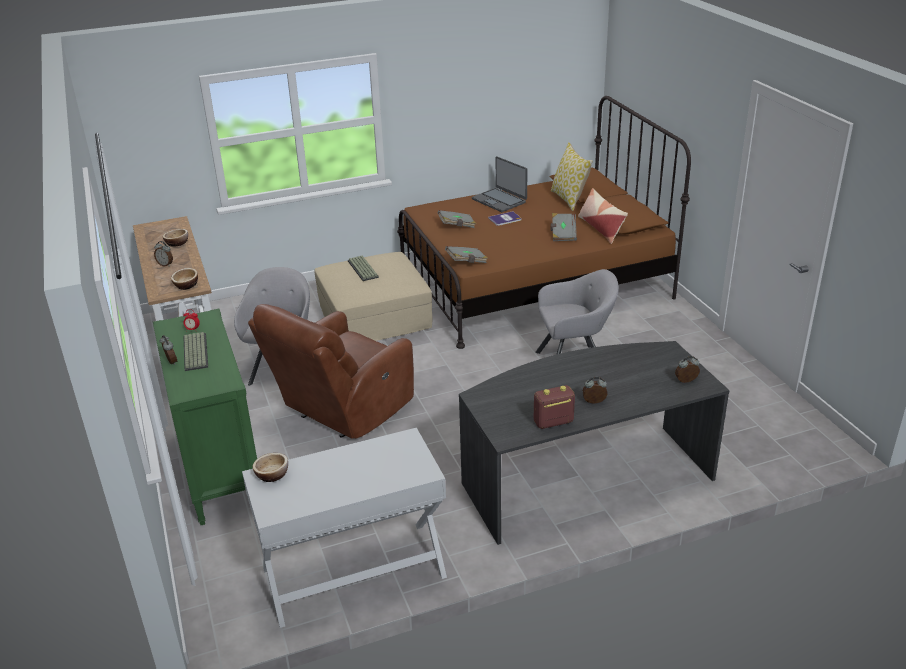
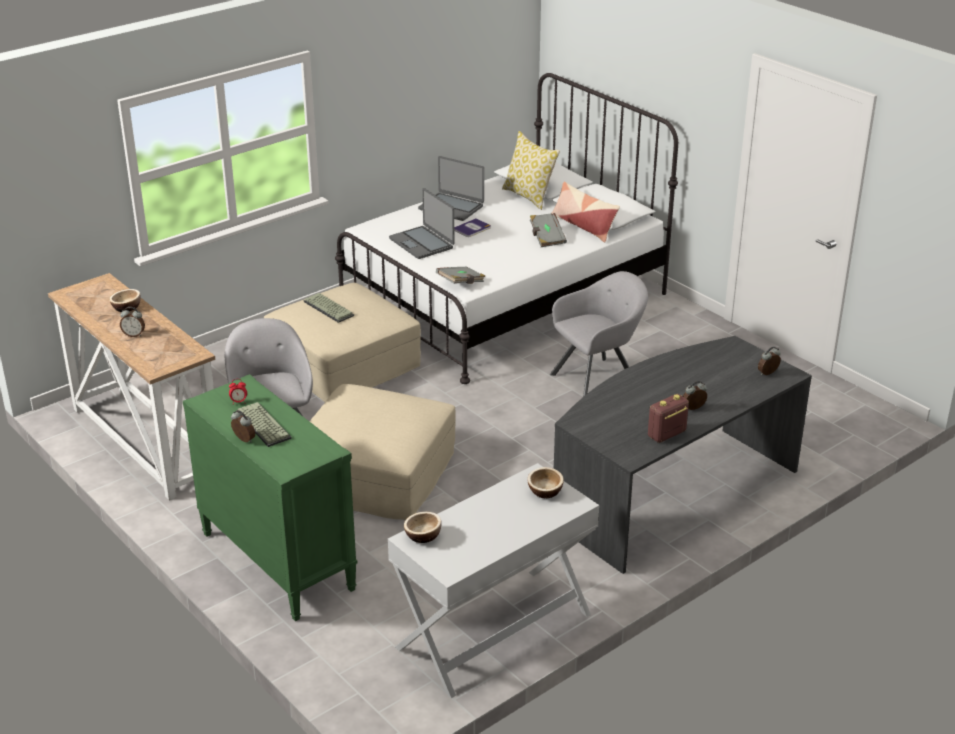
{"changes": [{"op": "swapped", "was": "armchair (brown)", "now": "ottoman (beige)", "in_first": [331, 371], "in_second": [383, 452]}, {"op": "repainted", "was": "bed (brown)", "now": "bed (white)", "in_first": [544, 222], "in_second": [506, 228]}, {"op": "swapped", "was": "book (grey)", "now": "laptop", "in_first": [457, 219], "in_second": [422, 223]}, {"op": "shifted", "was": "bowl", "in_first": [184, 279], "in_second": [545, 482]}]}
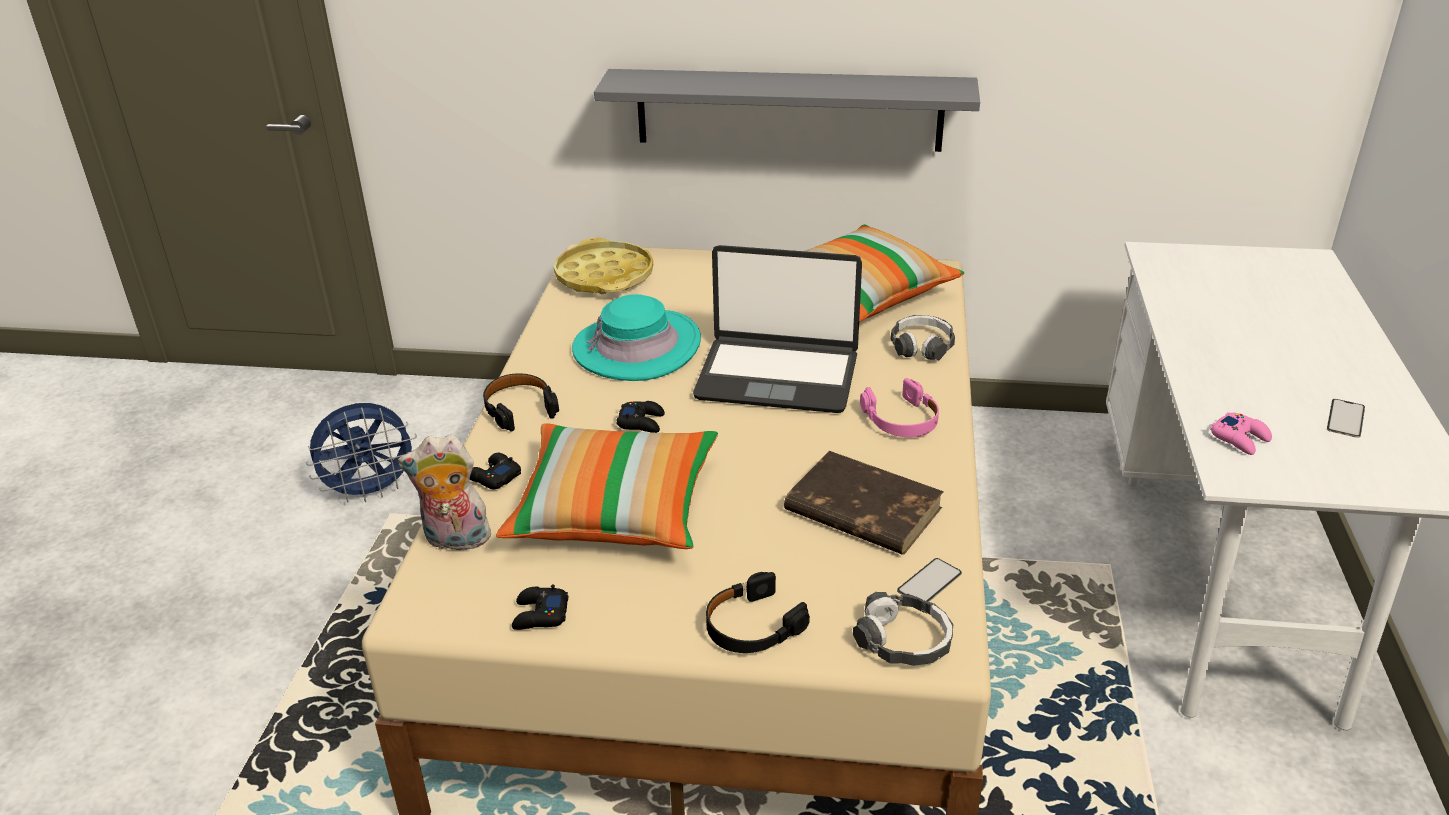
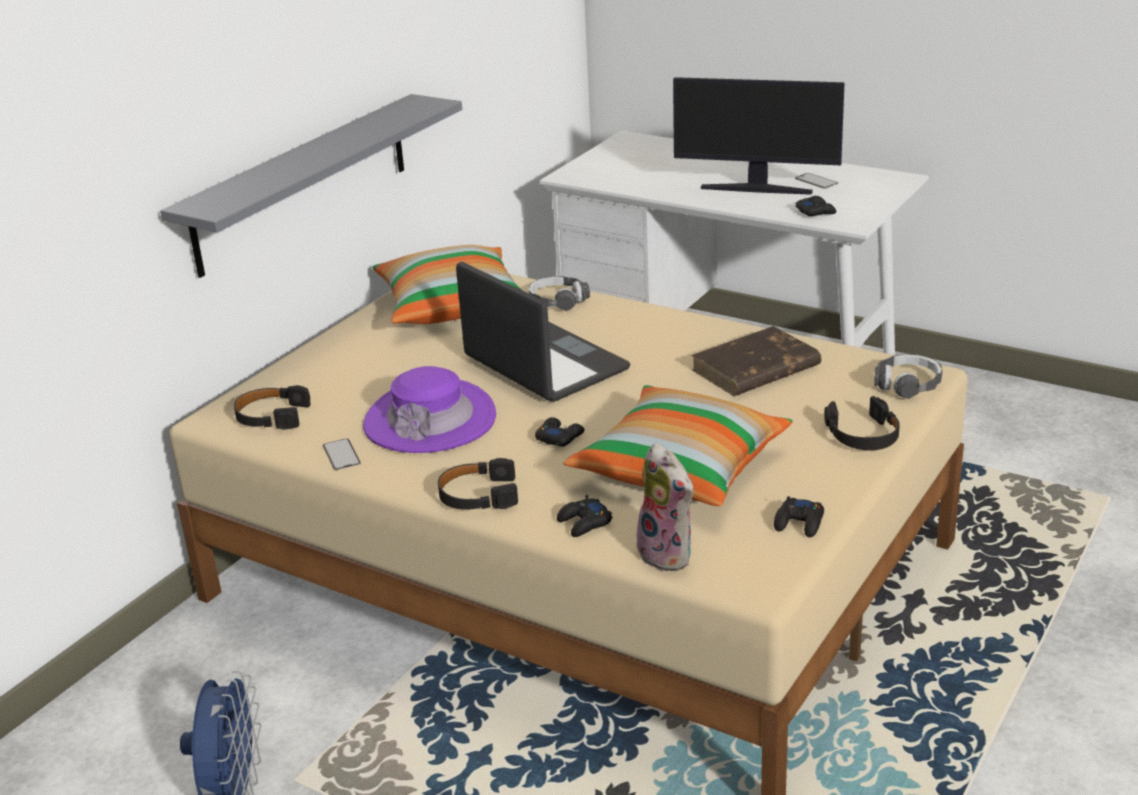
{"changes": [{"op": "swapped", "was": "tray (yellow)", "now": "headphones (black)", "in_first": [603, 266], "in_second": [272, 407]}, {"op": "shifted", "was": "phone", "in_first": [929, 580], "in_second": [342, 454]}, {"op": "repainted", "was": "hat (turquoise)", "now": "hat (purple)", "in_first": [636, 337], "in_second": [429, 409]}, {"op": "rotated", "was": "laptop", "in_first": [777, 329], "in_second": [543, 332], "clockwise": -75}, {"op": "rotated", "was": "plush toy", "in_first": [447, 492], "in_second": [663, 507], "clockwise": -60}, {"op": "new", "now": "monitor", "in_second": [759, 136]}, {"op": "repainted", "was": "game controller (pink)", "now": "game controller (black)", "in_first": [1241, 433], "in_second": [815, 206]}, {"op": "gone", "was": "headphones (pink)", "in_first": [899, 407]}]}
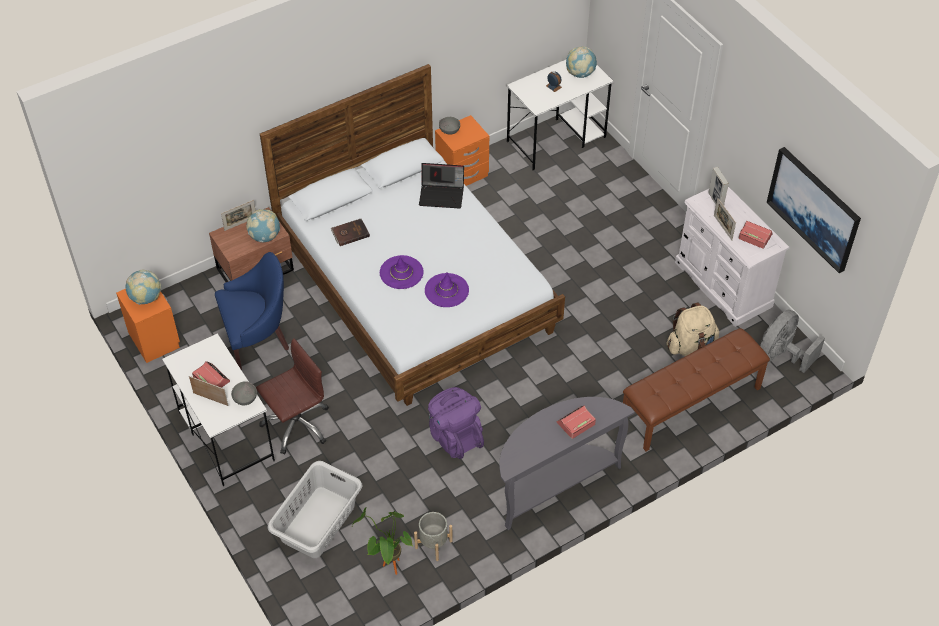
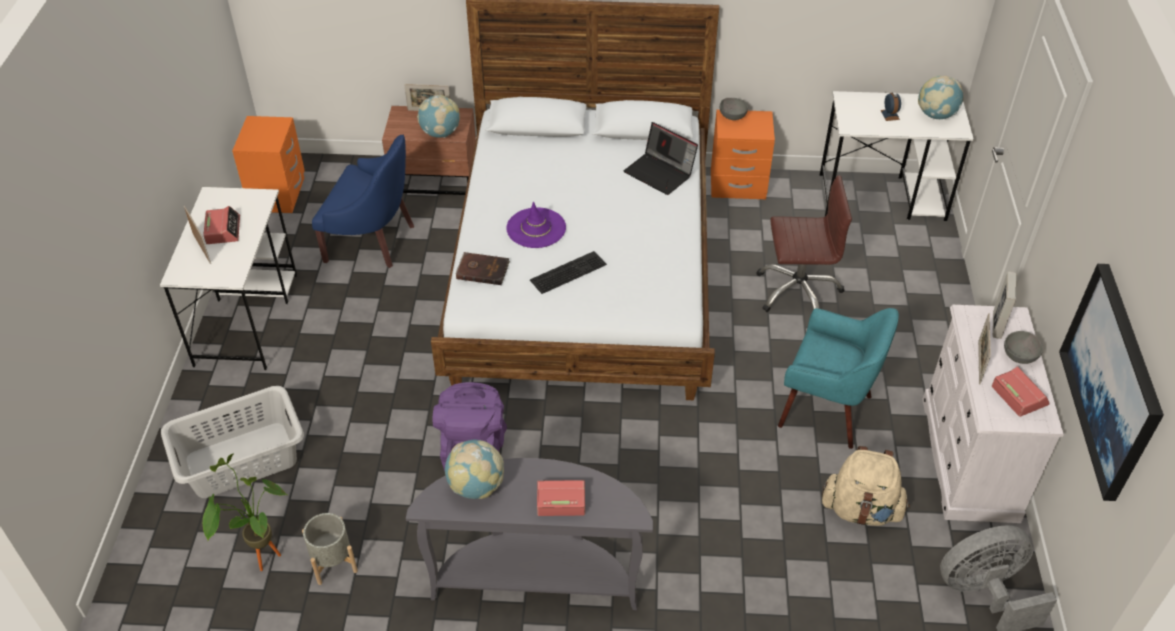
{"changes": [{"op": "shifted", "was": "globe", "in_first": [143, 287], "in_second": [474, 469]}, {"op": "shifted", "was": "book (brown)", "in_first": [350, 232], "in_second": [483, 268]}, {"op": "swapped", "was": "hat (purple)", "now": "keyboard", "in_first": [447, 289], "in_second": [568, 272]}, {"op": "shifted", "was": "office chair (brown)", "in_first": [292, 396], "in_second": [804, 243]}, {"op": "new", "now": "armchair (turquoise)", "in_second": [838, 378]}, {"op": "shifted", "was": "bowl (grey)", "in_first": [244, 393], "in_second": [1023, 347]}, {"op": "gone", "was": "bench (brown)", "in_first": [696, 389]}]}
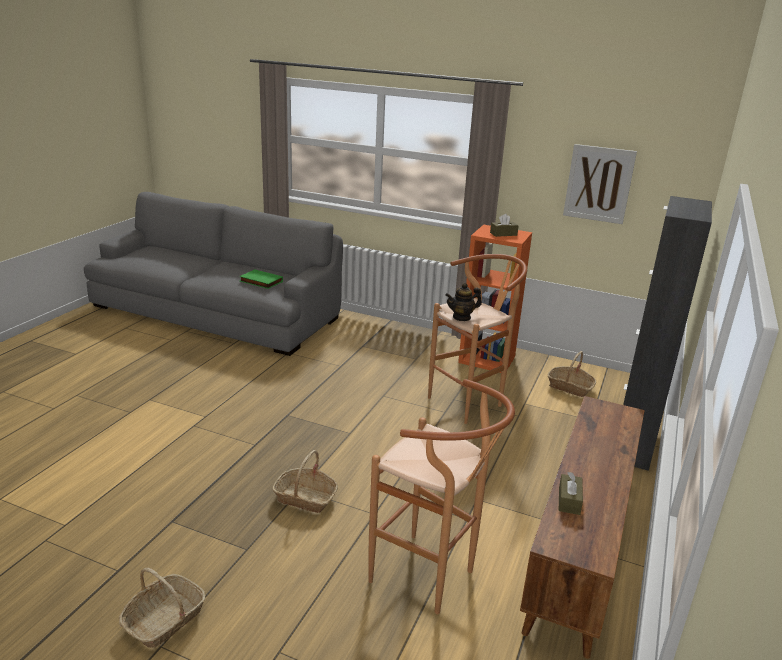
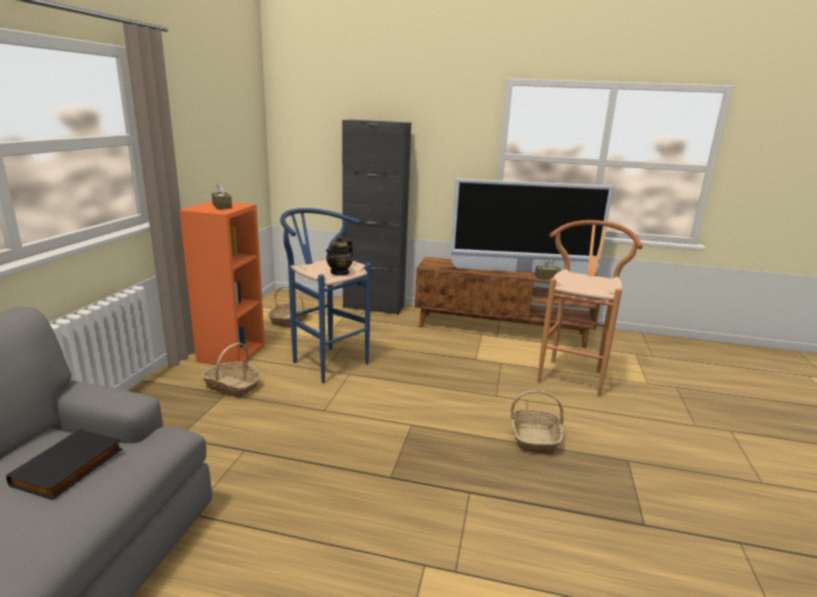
{"changes": [{"op": "repainted", "was": "book (green)", "now": "book (black)", "in_first": [261, 279], "in_second": [64, 464]}, {"op": "shifted", "was": "basket", "in_first": [162, 608], "in_second": [231, 370]}, {"op": "repainted", "was": "stool (brown)", "now": "stool (blue)", "in_first": [477, 339], "in_second": [325, 295]}, {"op": "rotated", "was": "teapot", "in_first": [463, 302], "in_second": [339, 255], "clockwise": 60}, {"op": "new", "now": "television", "in_second": [532, 226]}, {"op": "gone", "was": "picture", "in_first": [600, 184]}]}
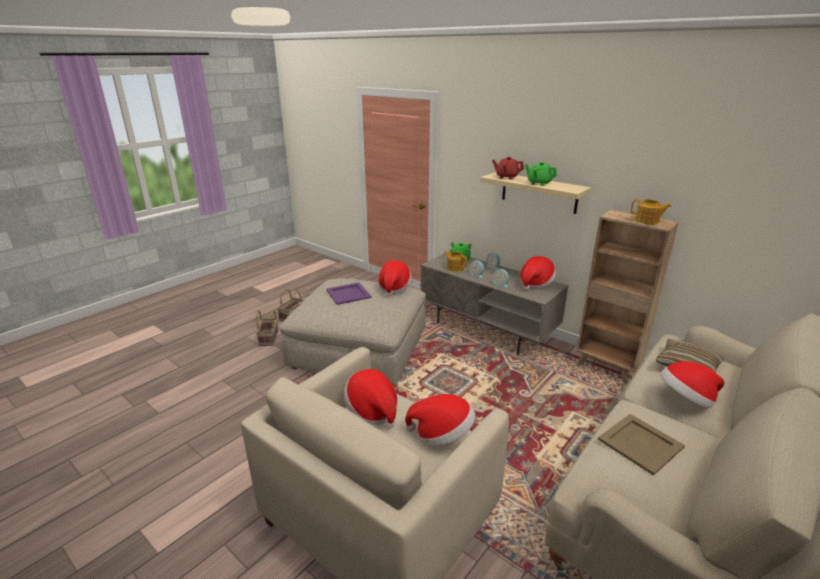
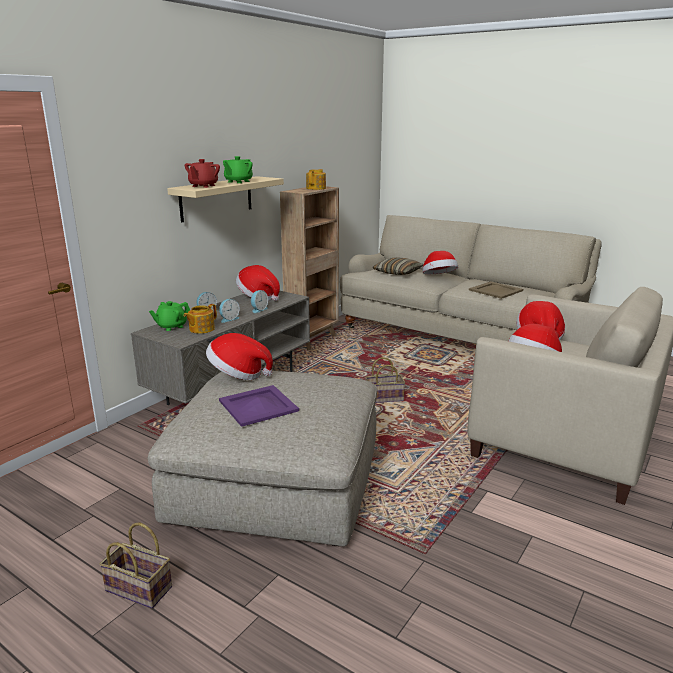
{"changes": [{"op": "shifted", "was": "basket", "in_first": [267, 328], "in_second": [385, 380]}]}
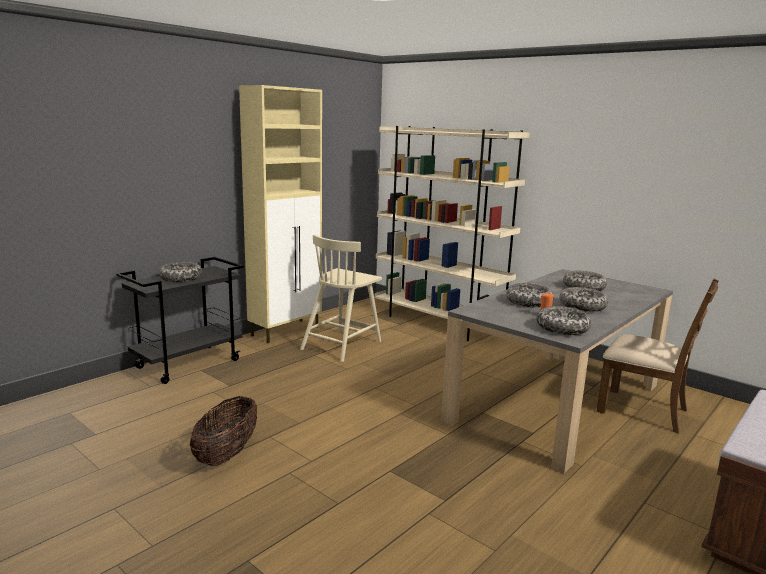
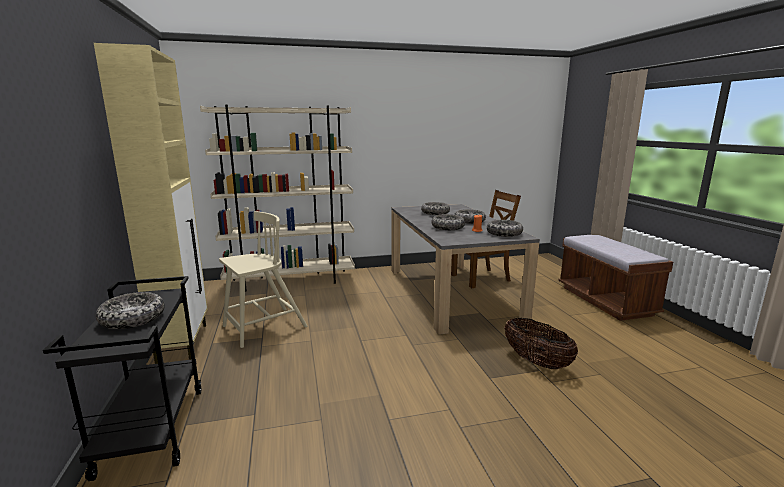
{"changes": [{"op": "rotated", "was": "chair (beige)", "in_first": [341, 298], "in_second": [263, 279], "clockwise": -105}, {"op": "shifted", "was": "basket", "in_first": [223, 431], "in_second": [541, 343]}]}
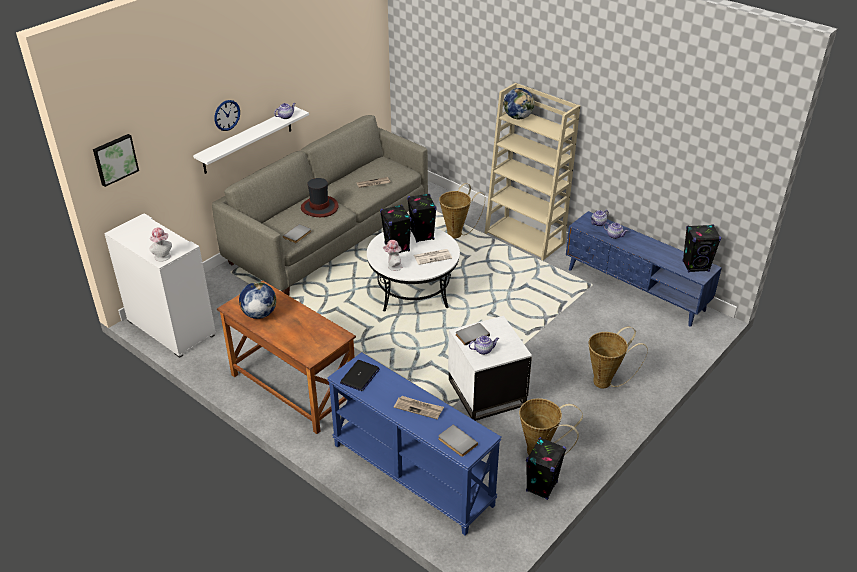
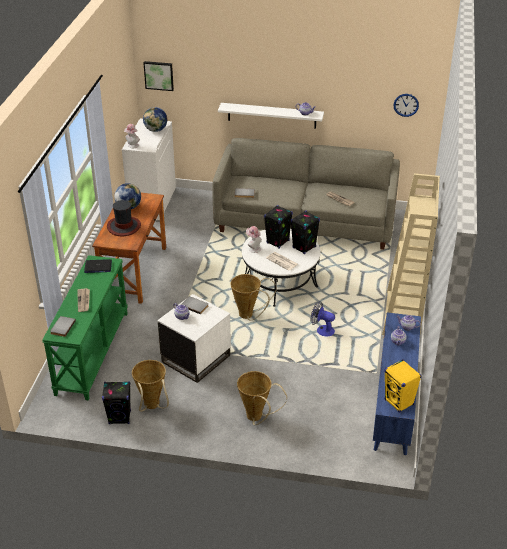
{"changes": [{"op": "repainted", "was": "console table (blue)", "now": "console table (green)", "in_first": [414, 444], "in_second": [85, 328]}, {"op": "shifted", "was": "hat", "in_first": [320, 197], "in_second": [124, 218]}, {"op": "shifted", "was": "globe", "in_first": [519, 103], "in_second": [155, 119]}, {"op": "shifted", "was": "basket", "in_first": [462, 210], "in_second": [254, 297]}, {"op": "new", "now": "fan", "in_second": [323, 318]}, {"op": "repainted", "was": "speaker (black)", "now": "speaker (yellow)", "in_first": [701, 248], "in_second": [403, 386]}, {"op": "shifted", "was": "wall clock", "in_first": [227, 115], "in_second": [406, 105]}]}
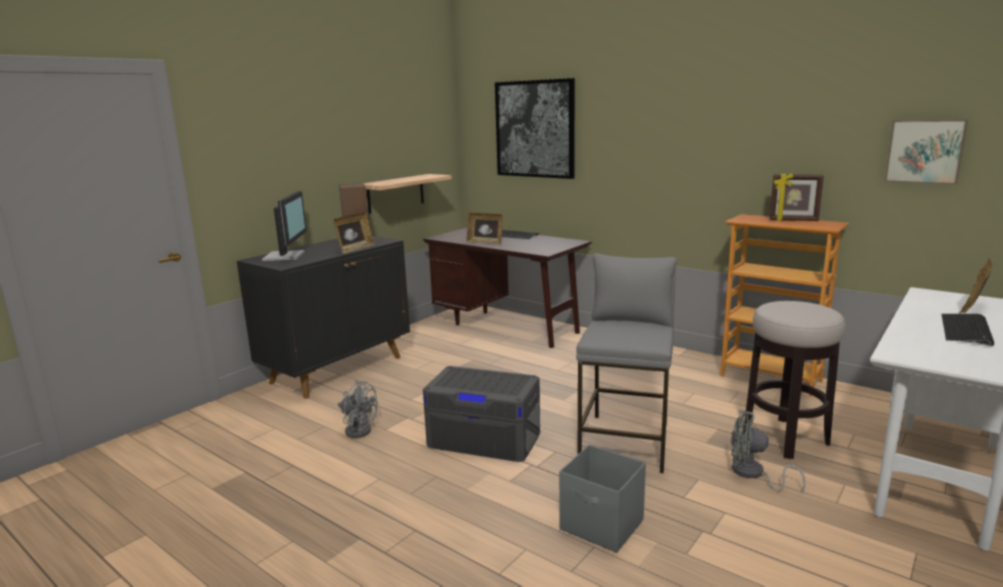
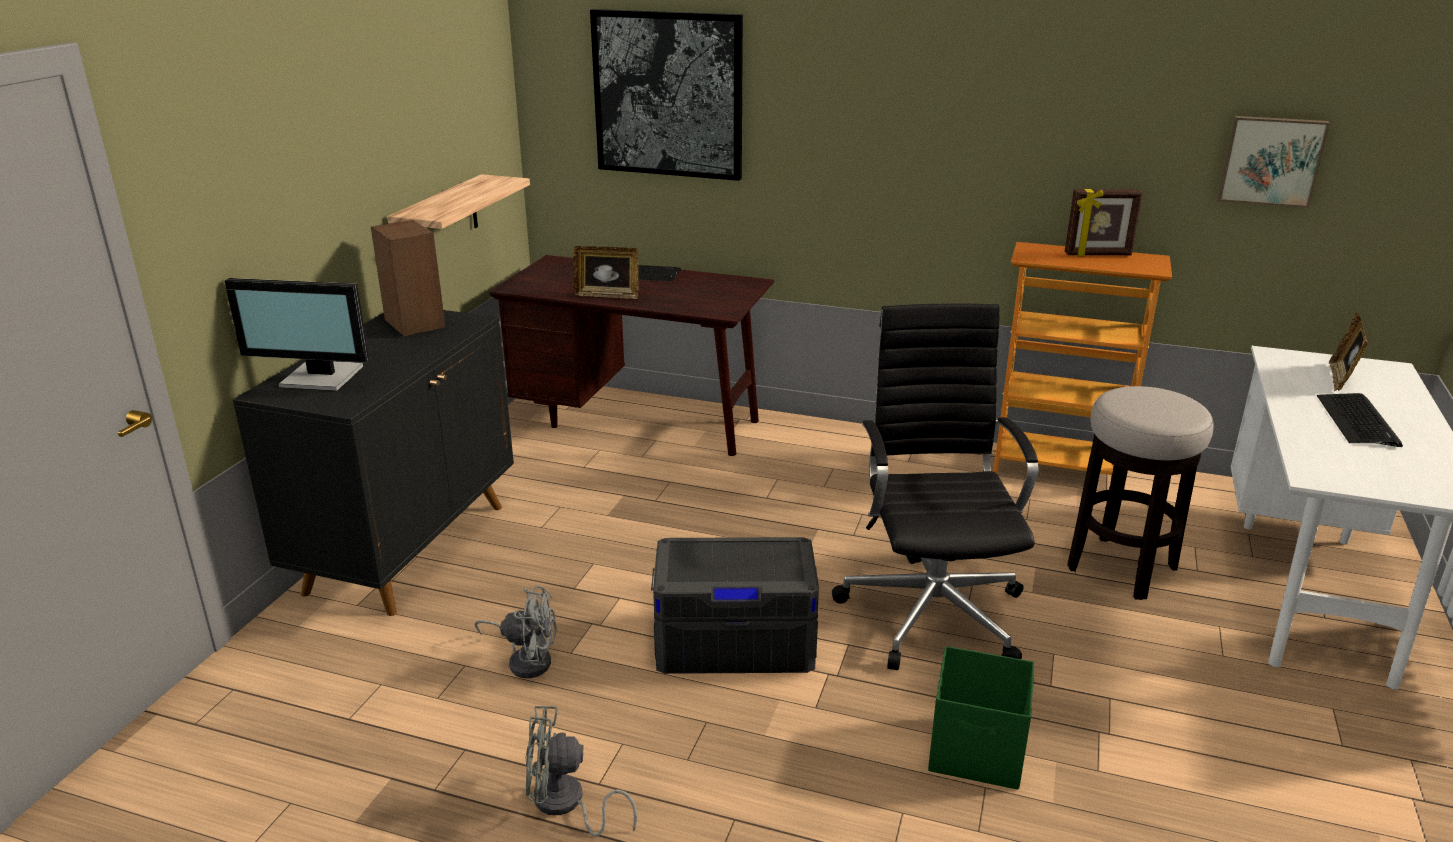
{"changes": [{"op": "rotated", "was": "monitor", "in_first": [284, 226], "in_second": [297, 334], "clockwise": 120}, {"op": "shifted", "was": "fan (grey)", "in_first": [768, 451], "in_second": [581, 771]}, {"op": "swapped", "was": "stool (grey)", "now": "office chair (black)", "in_first": [626, 363], "in_second": [935, 486]}, {"op": "repainted", "was": "storage box (grey)", "now": "storage box (green)", "in_first": [602, 499], "in_second": [981, 717]}, {"op": "gone", "was": "picture frame", "in_first": [354, 232]}]}
